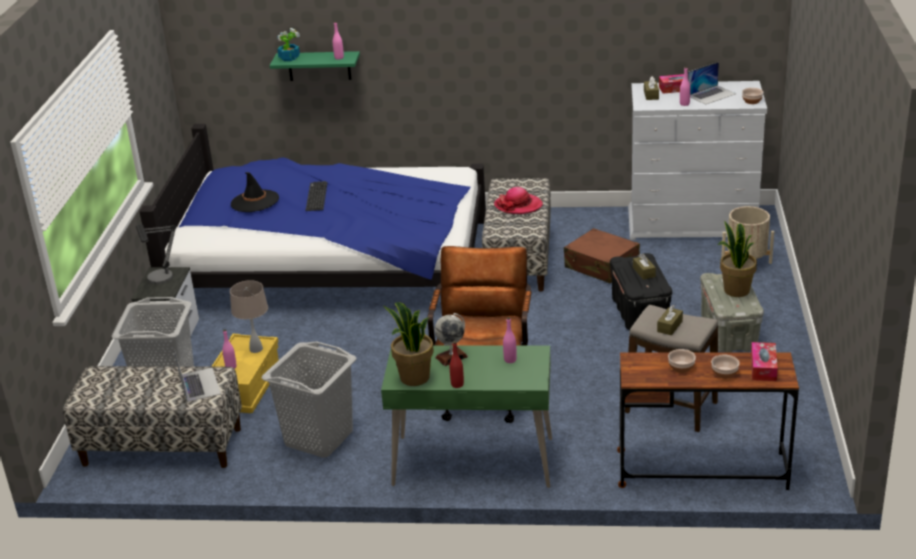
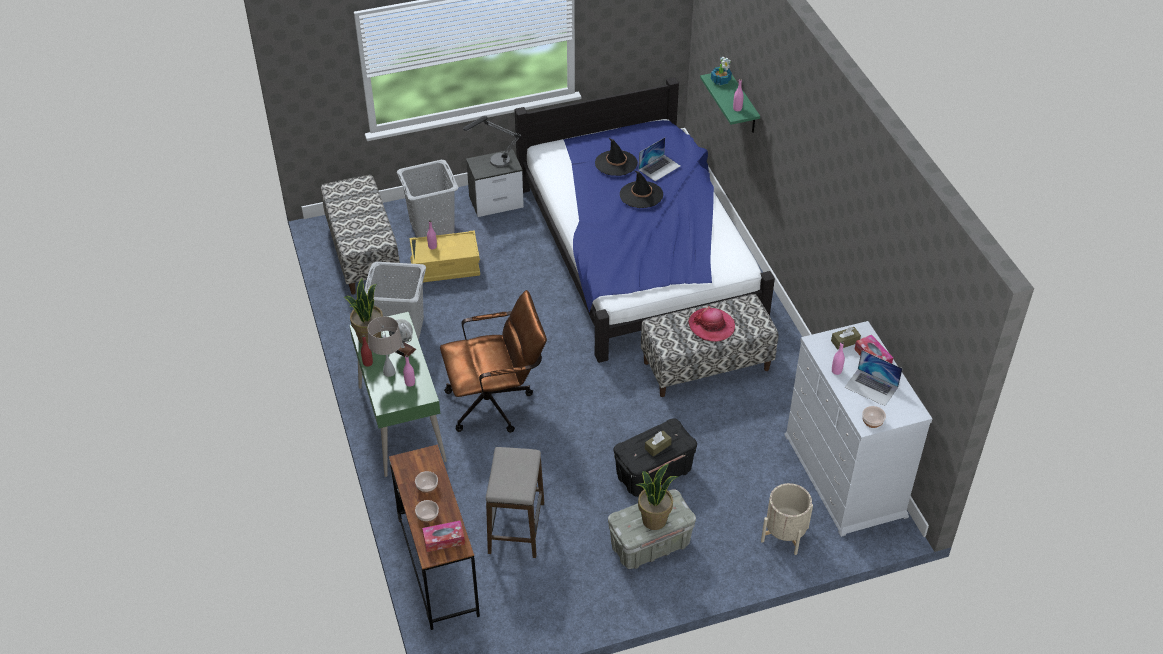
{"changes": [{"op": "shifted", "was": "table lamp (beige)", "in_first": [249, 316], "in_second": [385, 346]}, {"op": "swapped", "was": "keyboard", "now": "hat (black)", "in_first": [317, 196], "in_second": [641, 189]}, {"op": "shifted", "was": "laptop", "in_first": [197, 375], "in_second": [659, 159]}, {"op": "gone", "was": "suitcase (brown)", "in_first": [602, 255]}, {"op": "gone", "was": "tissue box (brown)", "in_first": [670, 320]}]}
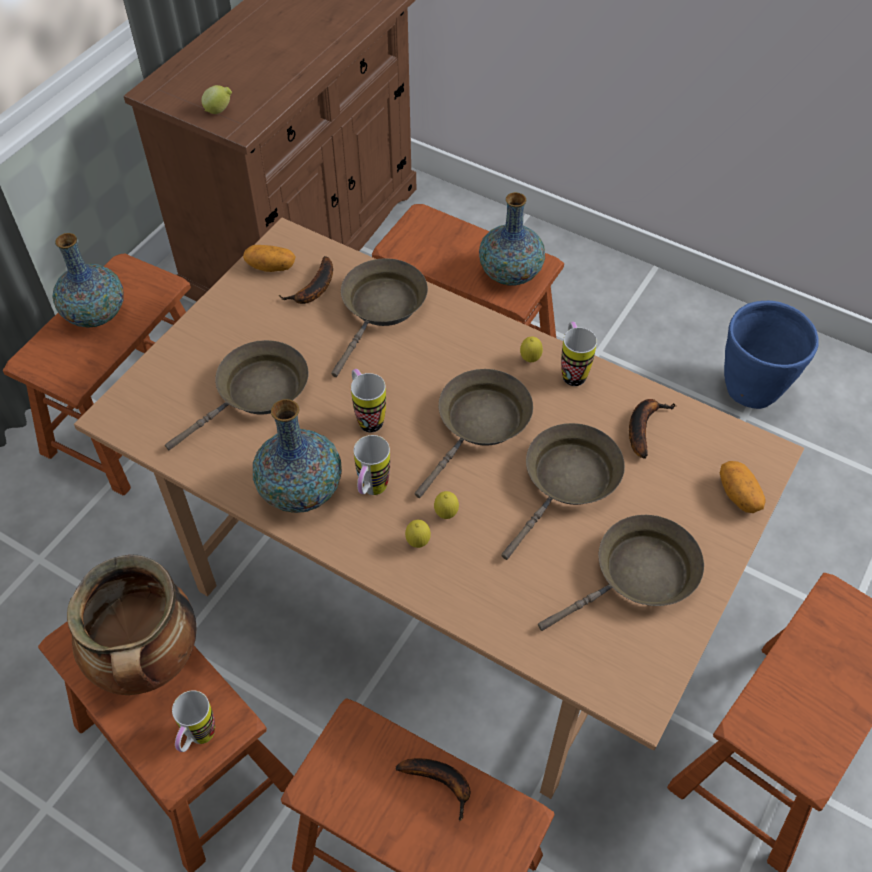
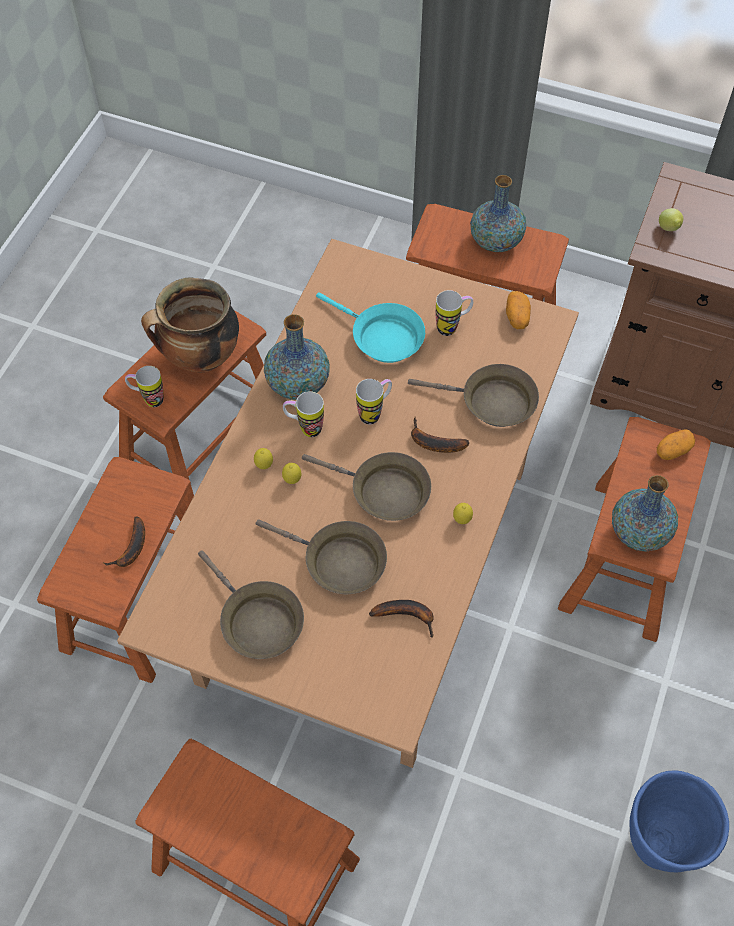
{"changes": [{"op": "repainted", "was": "frying pan (brown)", "now": "frying pan (turquoise)", "in_first": [237, 395], "in_second": [370, 327]}, {"op": "shifted", "was": "banana", "in_first": [306, 280], "in_second": [440, 435]}, {"op": "shifted", "was": "mug", "in_first": [579, 354], "in_second": [454, 313]}, {"op": "shifted", "was": "potato", "in_first": [743, 487], "in_second": [676, 444]}]}
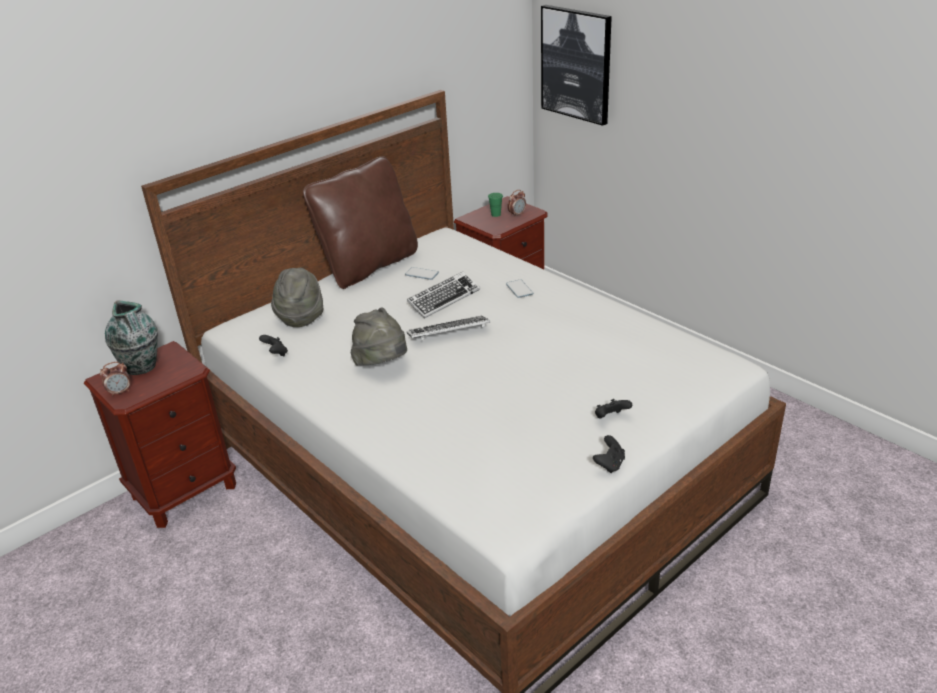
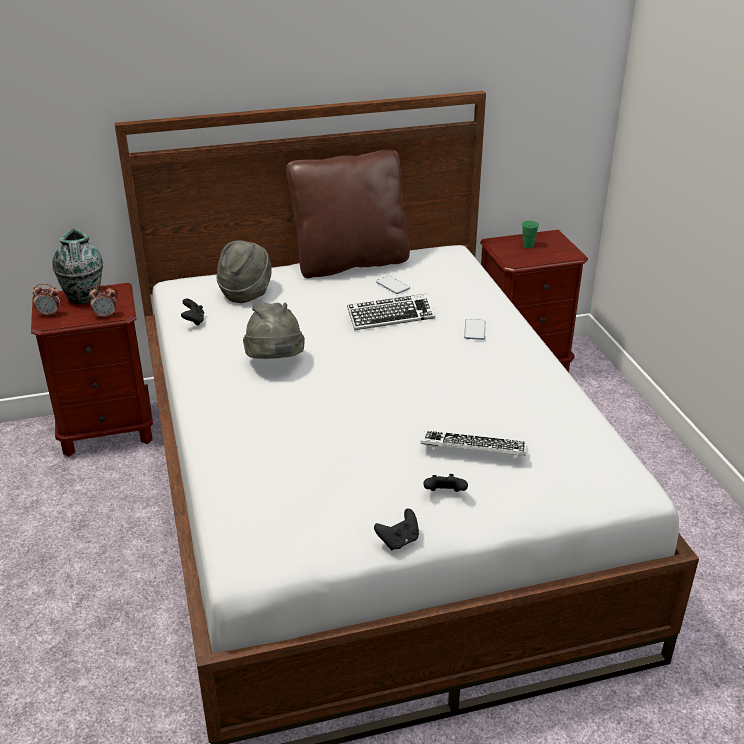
{"changes": [{"op": "shifted", "was": "alarm clock", "in_first": [516, 203], "in_second": [102, 301]}, {"op": "shifted", "was": "keyboard", "in_first": [448, 328], "in_second": [473, 445]}, {"op": "gone", "was": "picture", "in_first": [576, 65]}]}
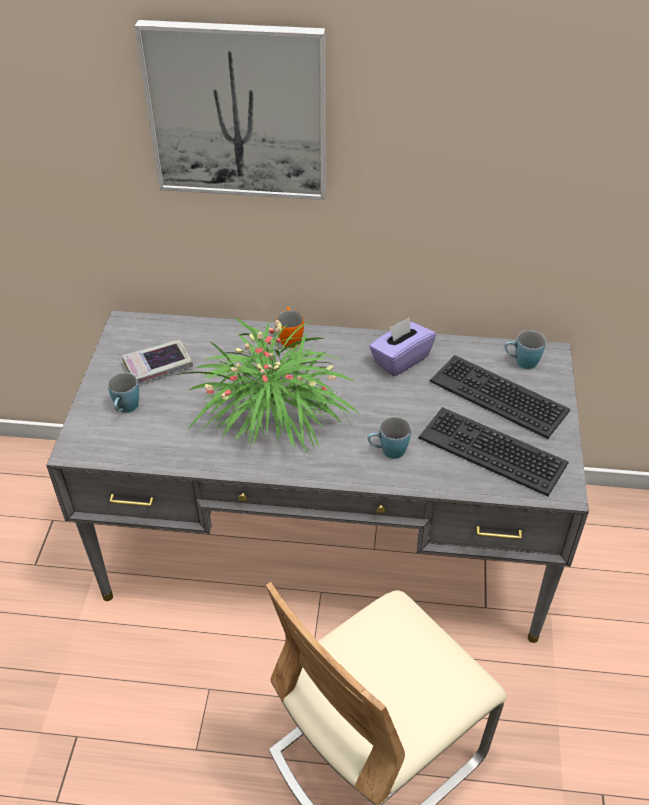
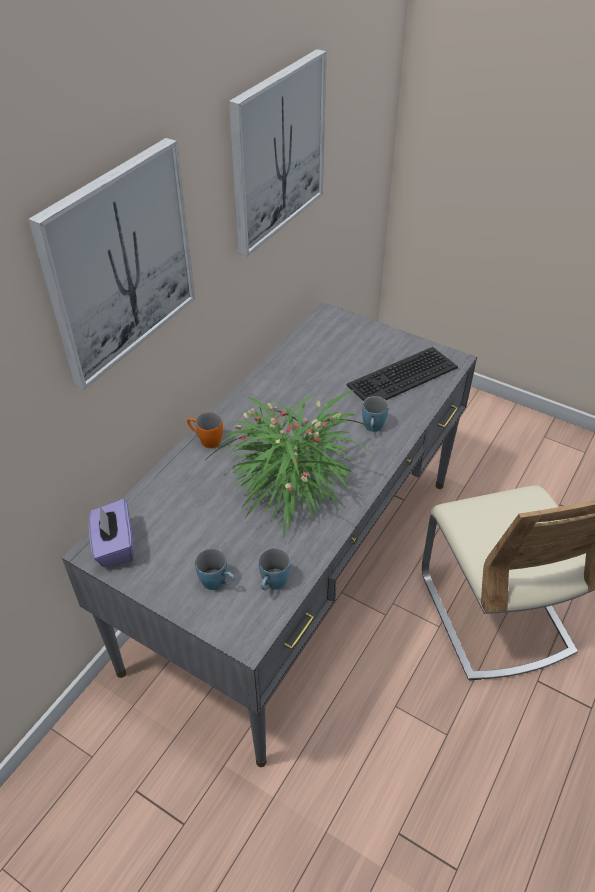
{"changes": [{"op": "shifted", "was": "tissue box (purple)", "in_first": [402, 346], "in_second": [111, 533]}, {"op": "new", "now": "picture", "in_second": [277, 152]}, {"op": "shifted", "was": "mug (blue)", "in_first": [525, 349], "in_second": [274, 569]}, {"op": "gone", "was": "book", "in_first": [157, 362]}, {"op": "gone", "was": "keyboard", "in_first": [500, 397]}]}
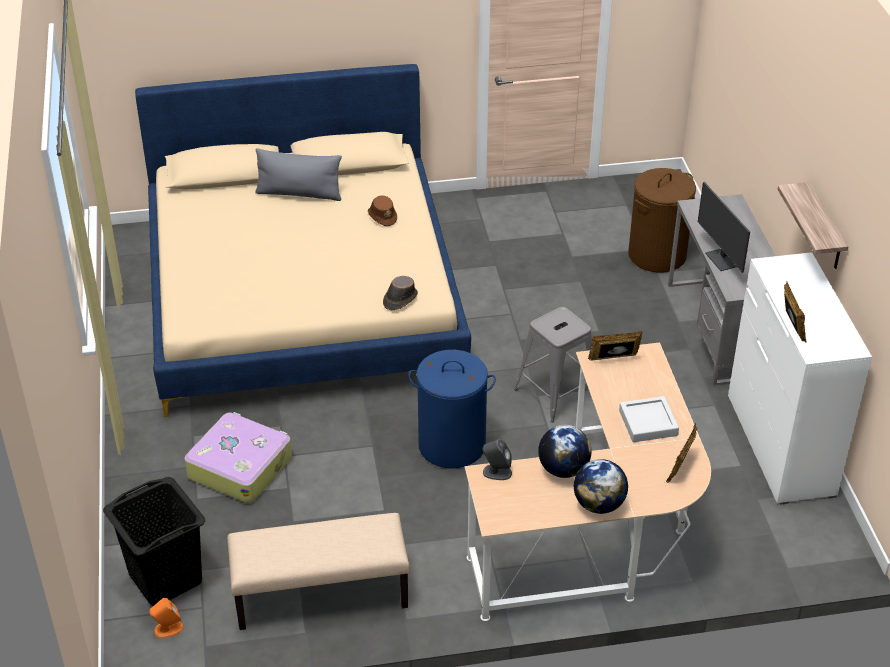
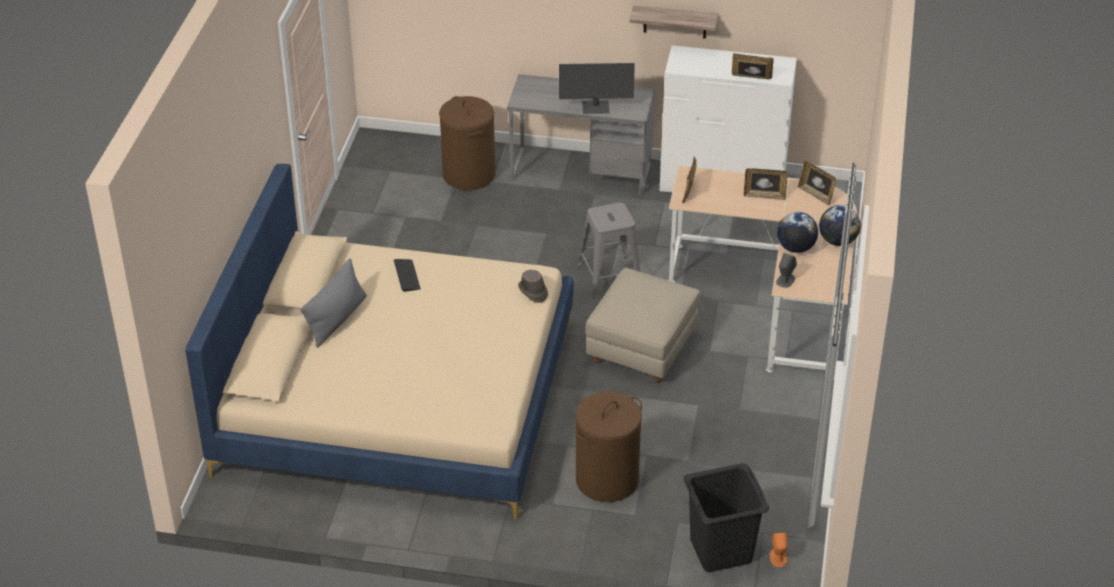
{"changes": [{"op": "swapped", "was": "hat (brown)", "now": "keyboard", "in_first": [382, 211], "in_second": [407, 275]}, {"op": "swapped", "was": "suitcase", "now": "laundry basket (brown)", "in_first": [238, 457], "in_second": [609, 447]}, {"op": "swapped", "was": "laundry basket (blue)", "now": "ottoman (beige)", "in_first": [452, 409], "in_second": [642, 325]}, {"op": "swapped", "was": "tray (grey)", "now": "picture frame", "in_first": [649, 419], "in_second": [766, 184]}, {"op": "gone", "was": "bench (beige)", "in_first": [318, 571]}]}
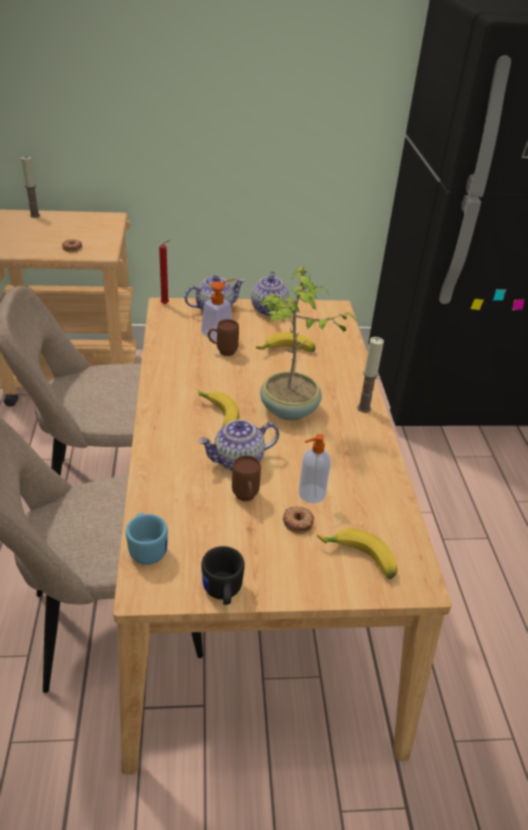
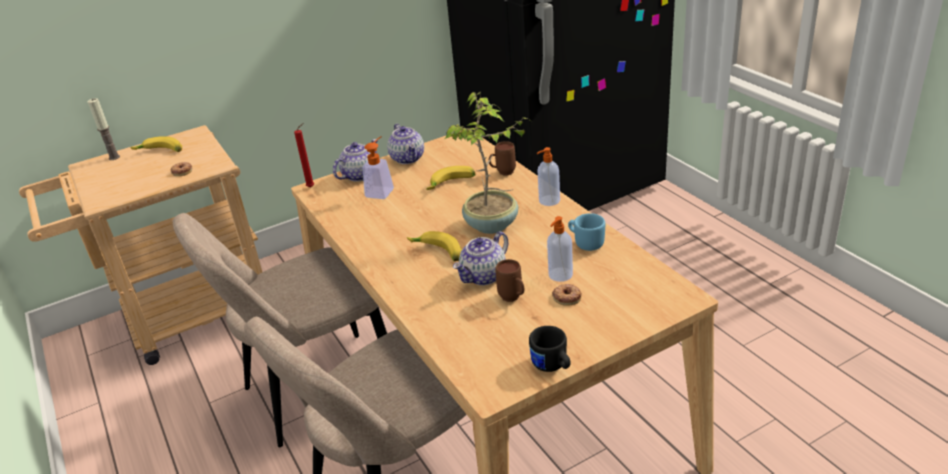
{"changes": [{"op": "shifted", "was": "banana", "in_first": [357, 554], "in_second": [156, 144]}, {"op": "shifted", "was": "mug (brown)", "in_first": [223, 337], "in_second": [502, 158]}, {"op": "swapped", "was": "candle", "now": "soap dispenser", "in_first": [370, 375], "in_second": [548, 176]}, {"op": "shifted", "was": "mug (blue)", "in_first": [147, 539], "in_second": [586, 232]}]}
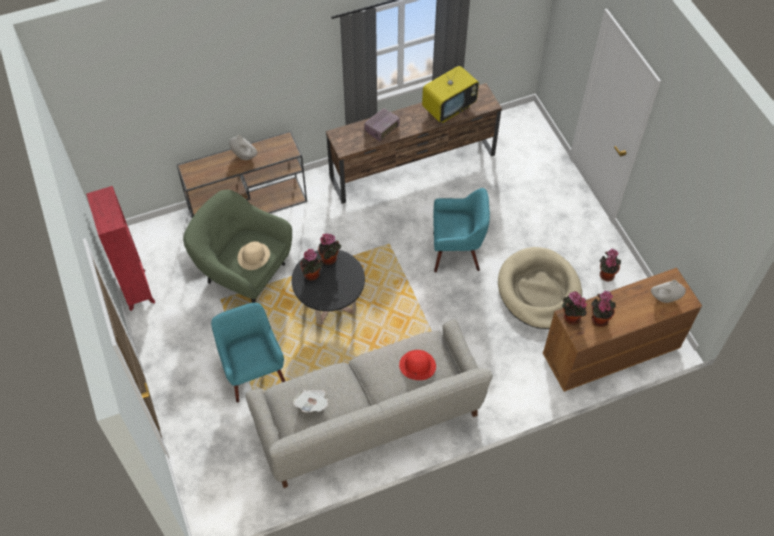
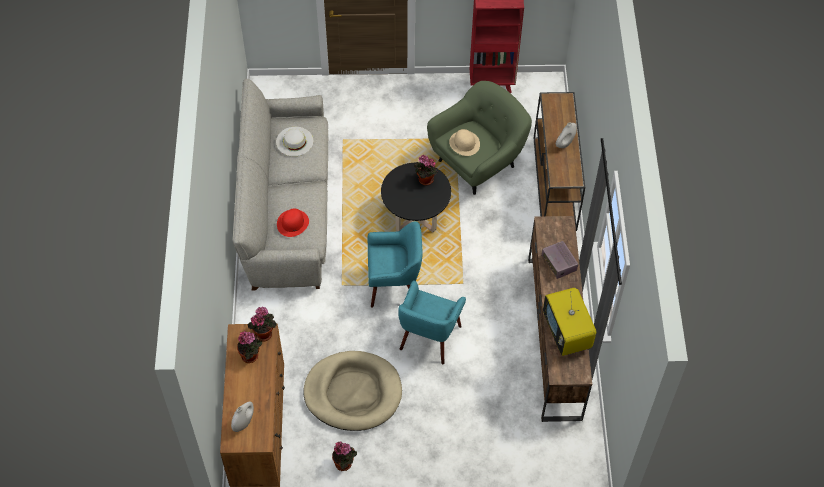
{"changes": [{"op": "swapped", "was": "newspaper", "now": "hat (white)", "in_first": [310, 401], "in_second": [294, 141]}, {"op": "shifted", "was": "armchair (turquoise)", "in_first": [248, 353], "in_second": [395, 264]}, {"op": "gone", "was": "potted plant", "in_first": [329, 249]}]}
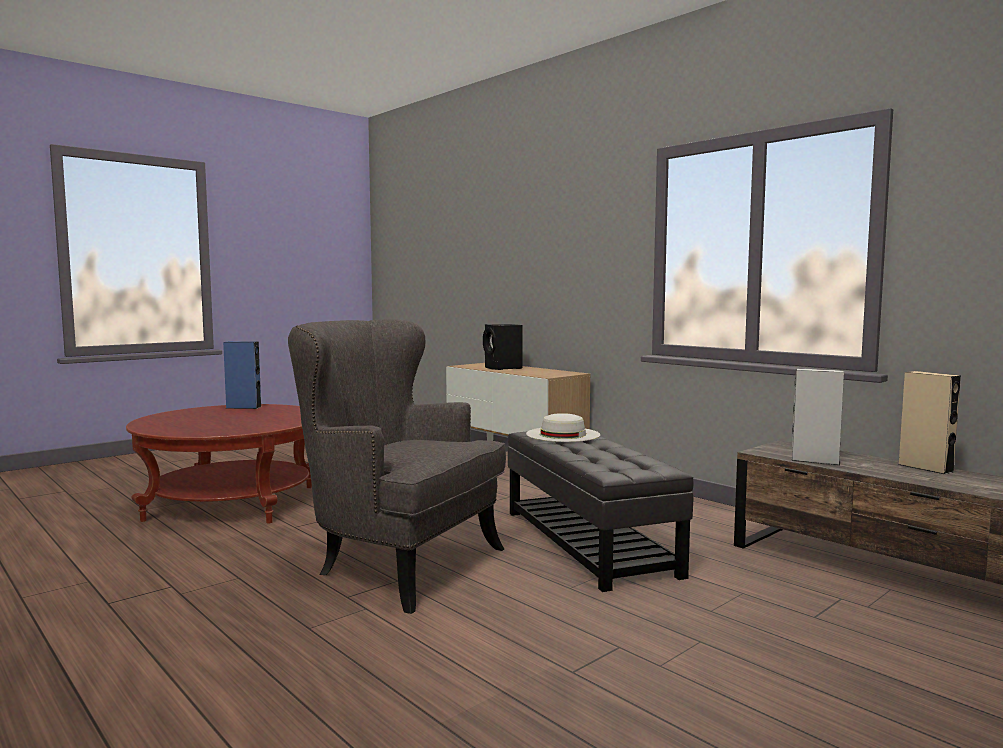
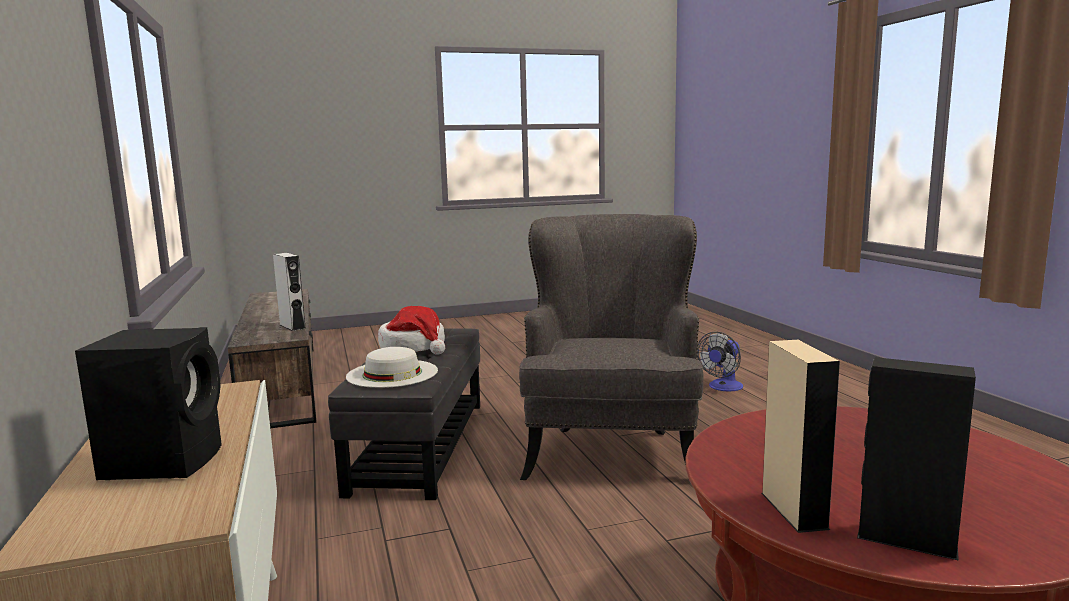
{"changes": [{"op": "new", "now": "hat", "in_second": [411, 330]}, {"op": "rotated", "was": "armchair (grey)", "in_first": [397, 466], "in_second": [611, 347], "clockwise": -135}, {"op": "new", "now": "fan", "in_second": [720, 361]}, {"op": "shifted", "was": "speaker (beige)", "in_first": [929, 422], "in_second": [800, 436]}, {"op": "repainted", "was": "speaker (blue)", "now": "speaker (black)", "in_first": [242, 375], "in_second": [916, 459]}]}
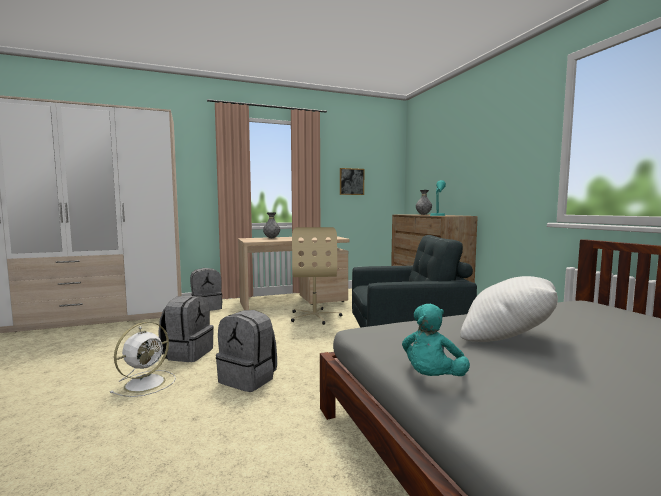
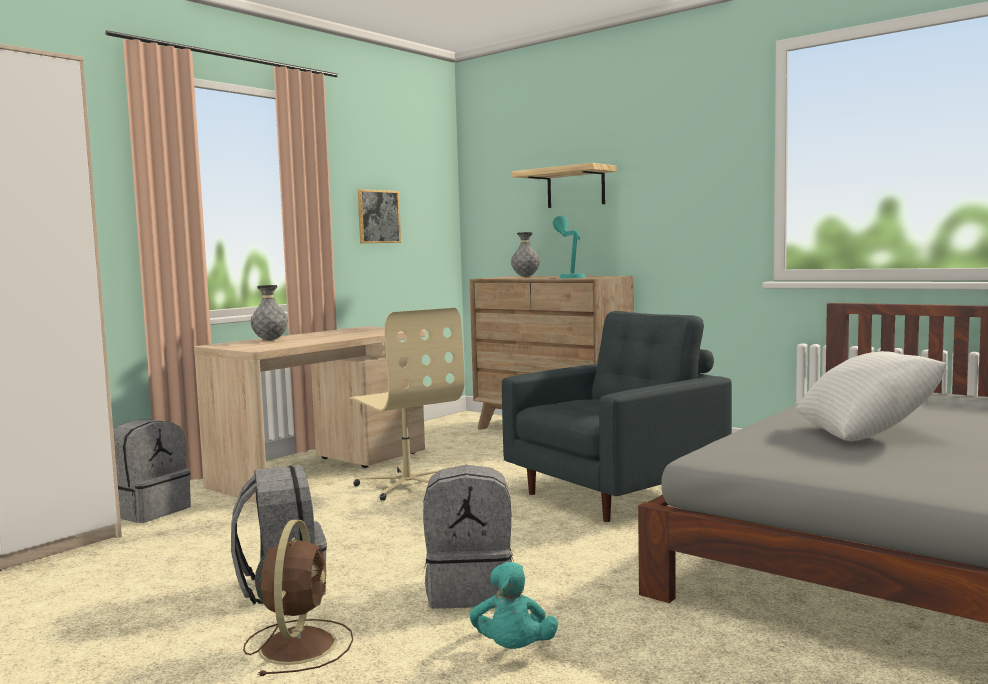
{"changes": [{"op": "repainted", "was": "fan (white)", "now": "fan (brown)", "in_first": [143, 359], "in_second": [298, 598]}, {"op": "shifted", "was": "plush toy (turquoise)", "in_first": [436, 340], "in_second": [514, 605]}, {"op": "new", "now": "shelf", "in_second": [564, 185]}]}
